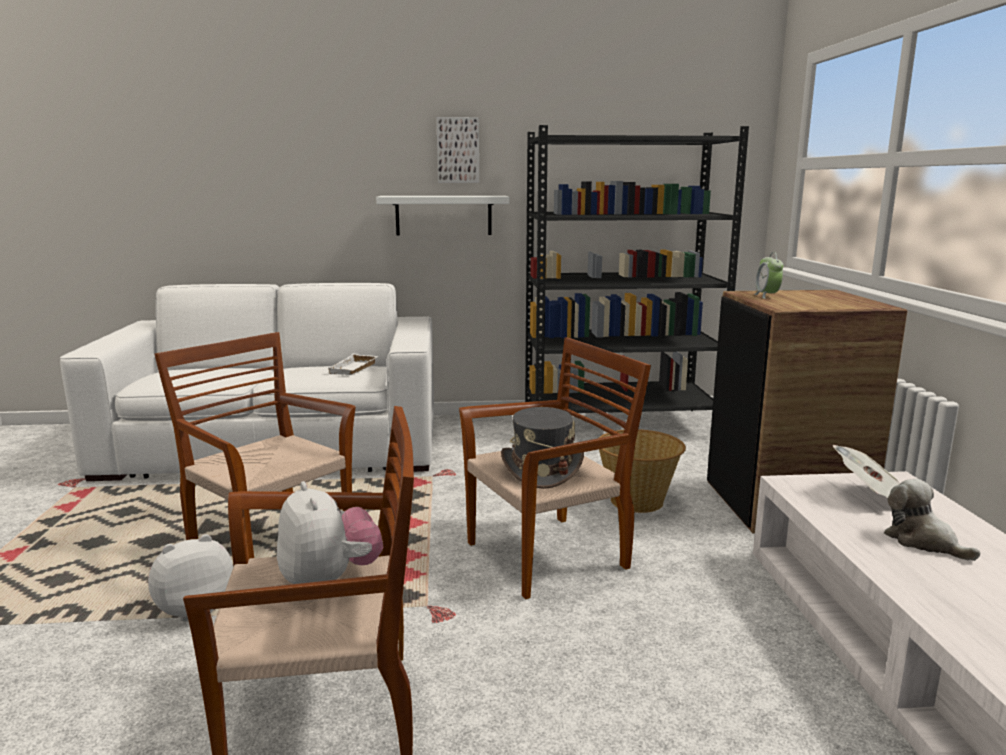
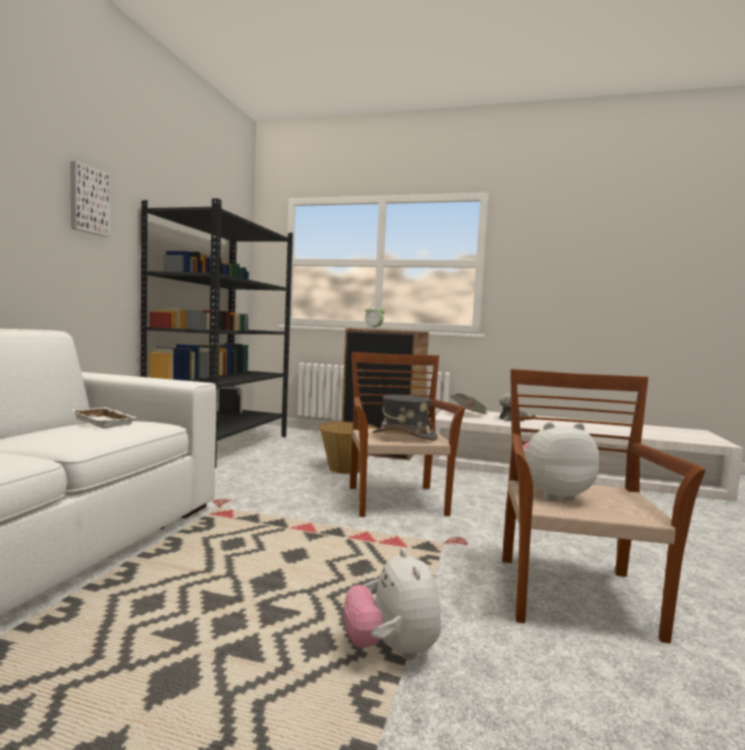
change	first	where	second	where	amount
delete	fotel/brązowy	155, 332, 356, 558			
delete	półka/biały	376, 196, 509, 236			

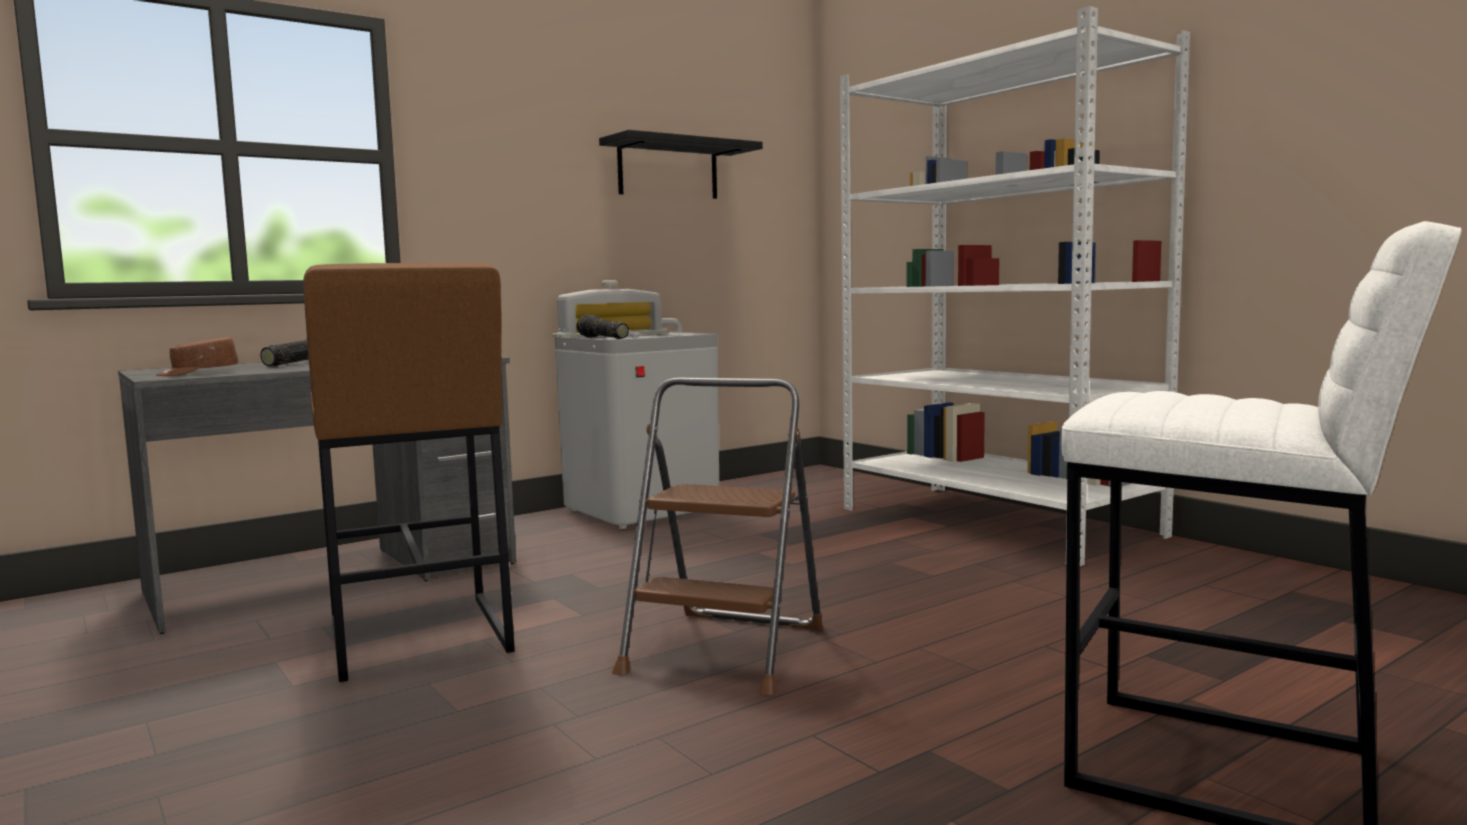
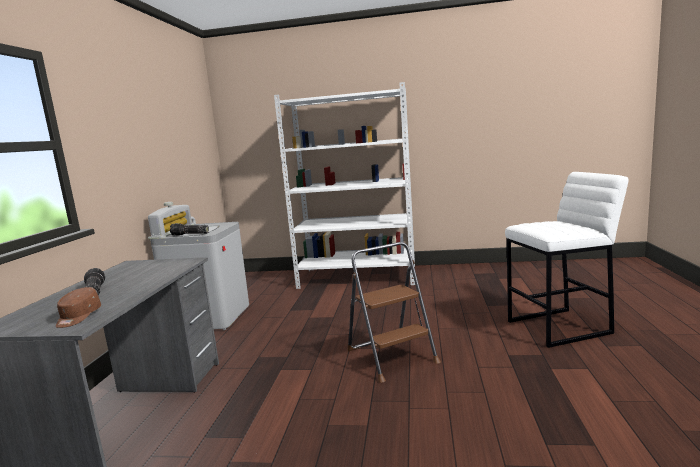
change	first	where	second	where	amount
delete	stołek/brązowy	303, 263, 515, 682			
delete	półka/czarny	599, 130, 763, 199			

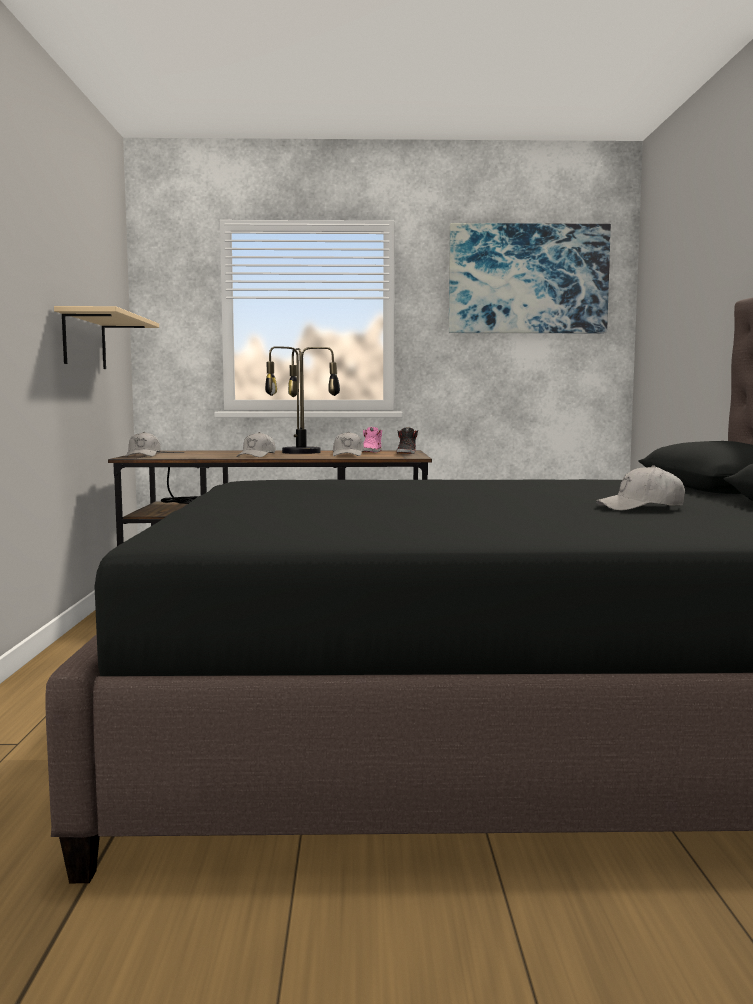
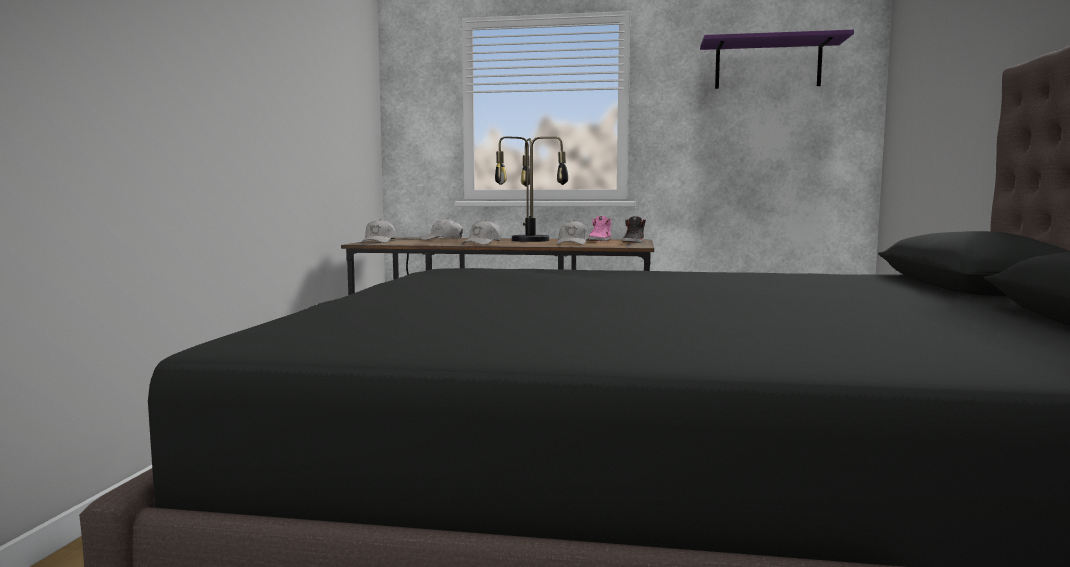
change	first	where	second	where	amount
move	czapka z daszkiem/biały	596, 465, 685, 510		420, 218, 463, 240	
replace	obraz	449, 223, 611, 333	półka/fioletowy	700, 30, 854, 89	
delete	półka/beżowy	54, 306, 159, 369			

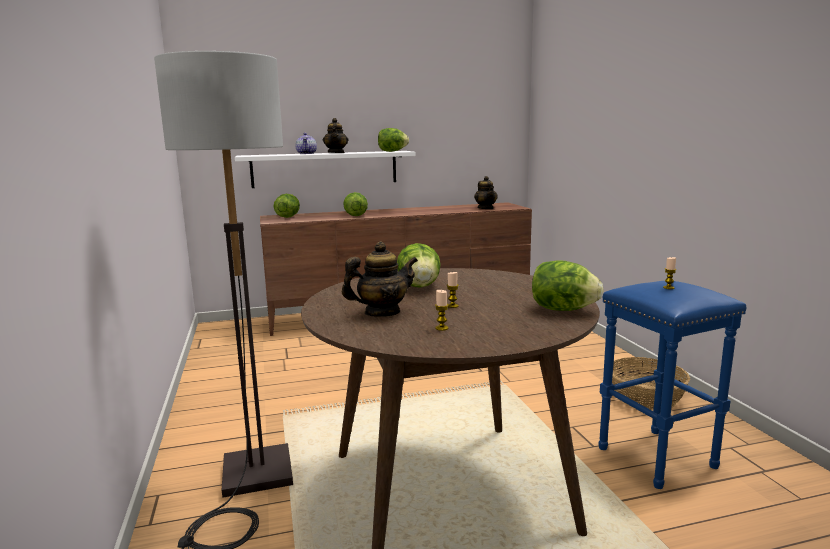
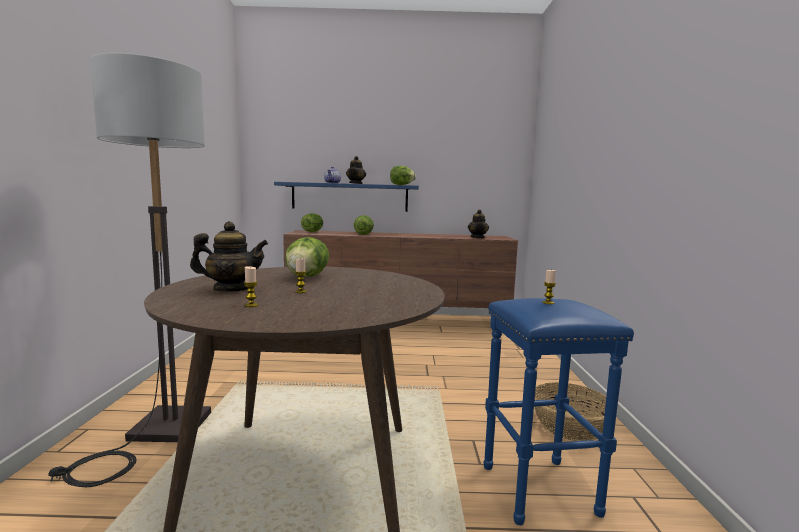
change	first	where	second	where	amount
recolor	półka/biały	235, 151, 416, 188	półka/niebieski	274, 182, 419, 212	
delete	sałata	532, 260, 603, 311			

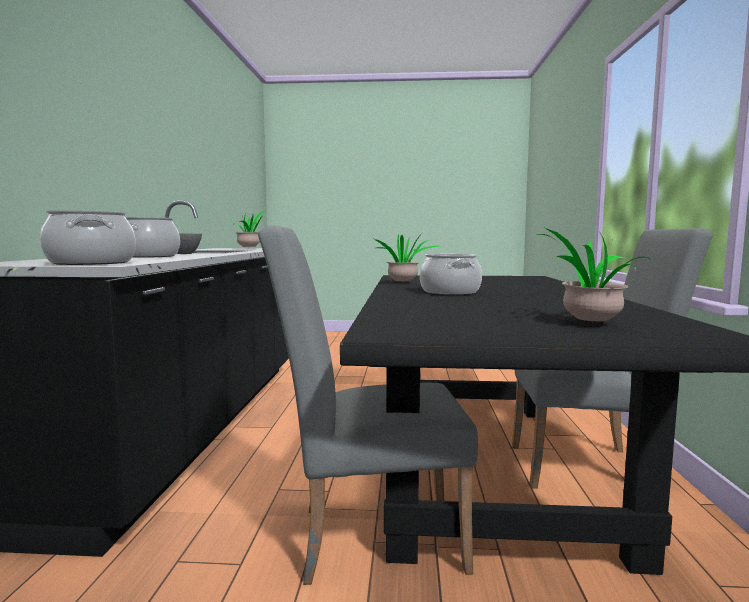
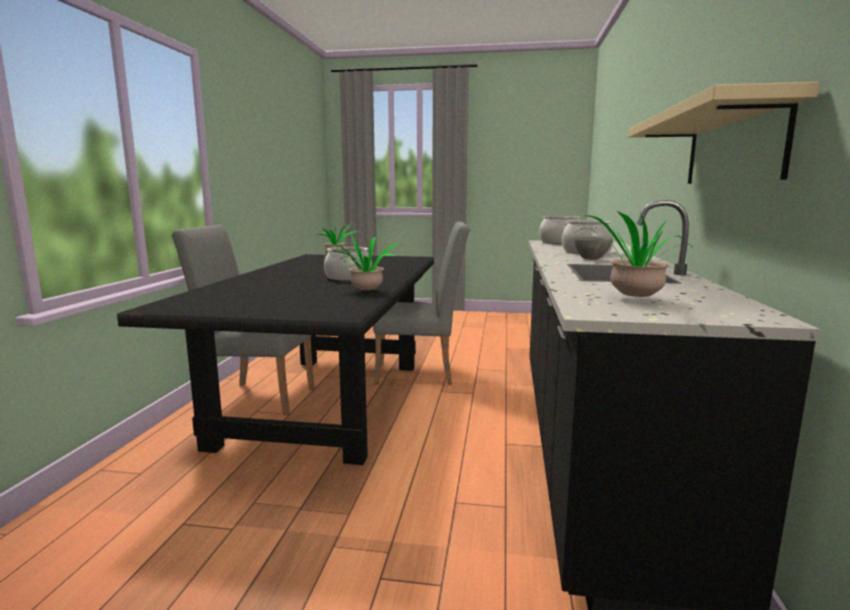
change	first	where	second	where	amount
insert			półka/beżowy	628, 82, 819, 184	

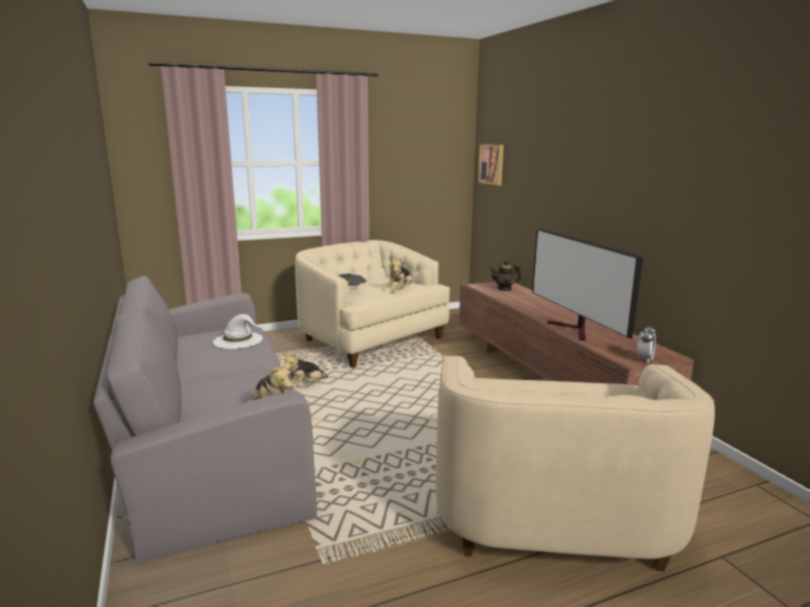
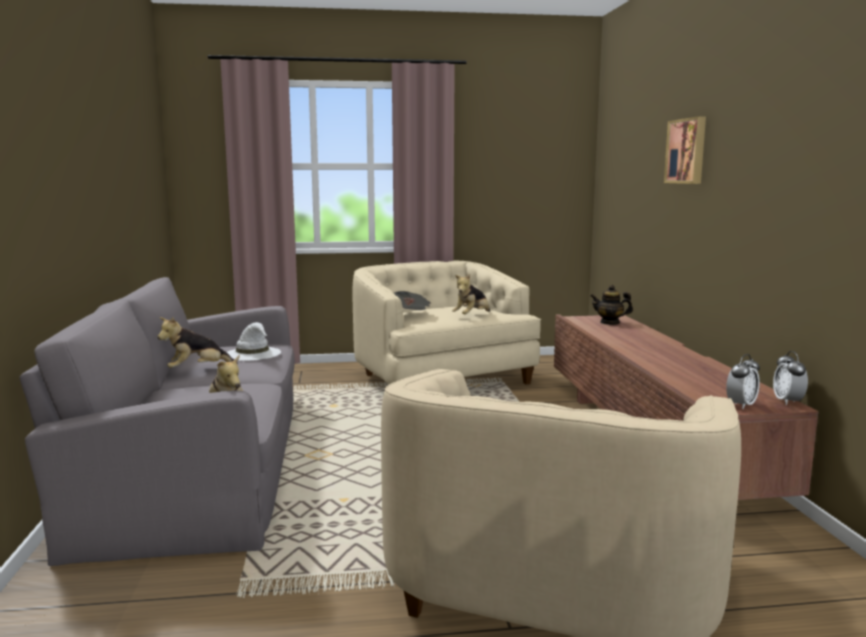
change	first	where	second	where	amount
move	pluszak	282, 353, 328, 388		157, 317, 238, 368	
move	obraz	478, 144, 504, 186		664, 116, 706, 184	
insert			budzik	773, 351, 808, 405	
delete	telewizor	532, 228, 643, 340			

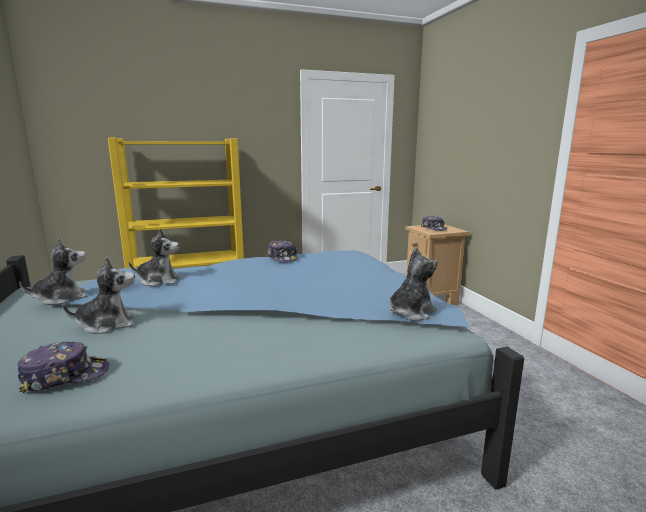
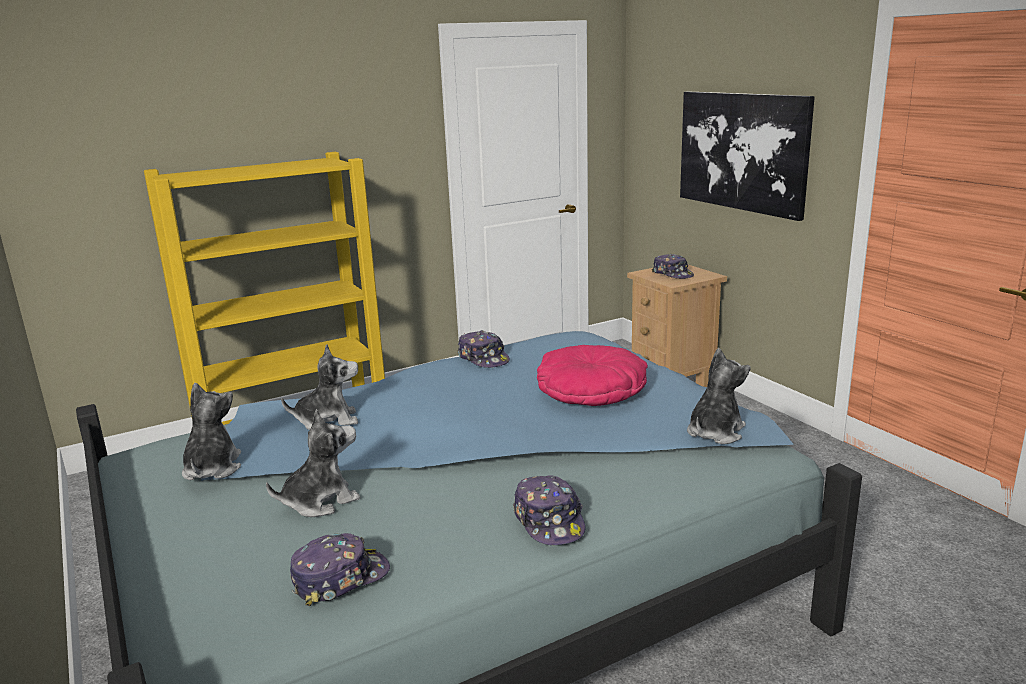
change	first	where	second	where	amount
rotate	pluszak	19, 238, 88, 305		182, 383, 241, 480	45 degrees counterclockwise
insert			czapka z daszkiem	513, 475, 585, 545	
insert			poduszka/różowy	537, 345, 648, 406	
insert			obraz	680, 91, 815, 221	

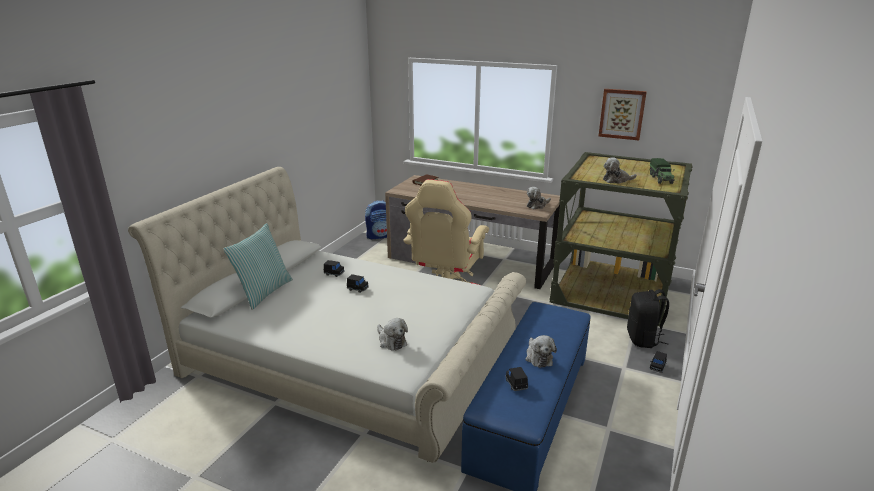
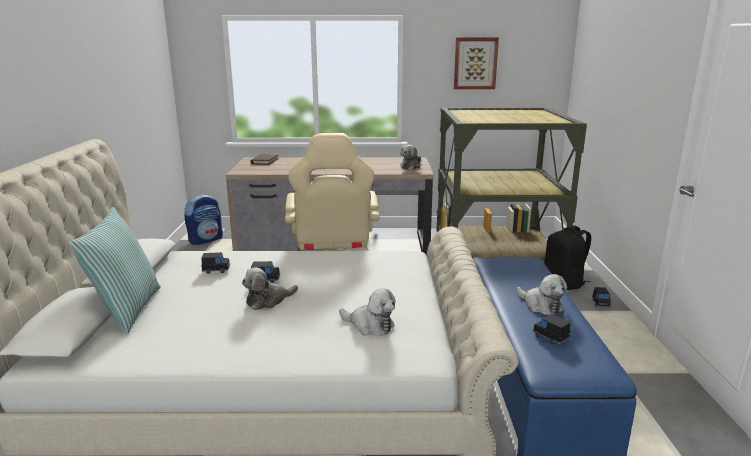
change	first	where	second	where	amount
move	pluszak	603, 157, 637, 184		242, 267, 298, 310	
delete	ciężarówka zabawkowa	650, 158, 675, 184			

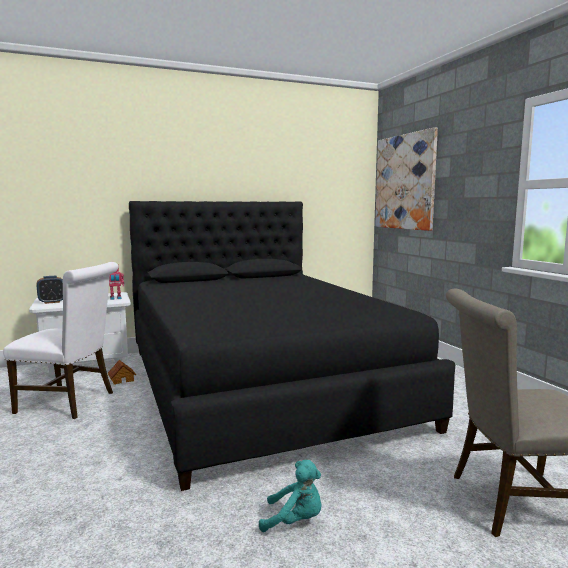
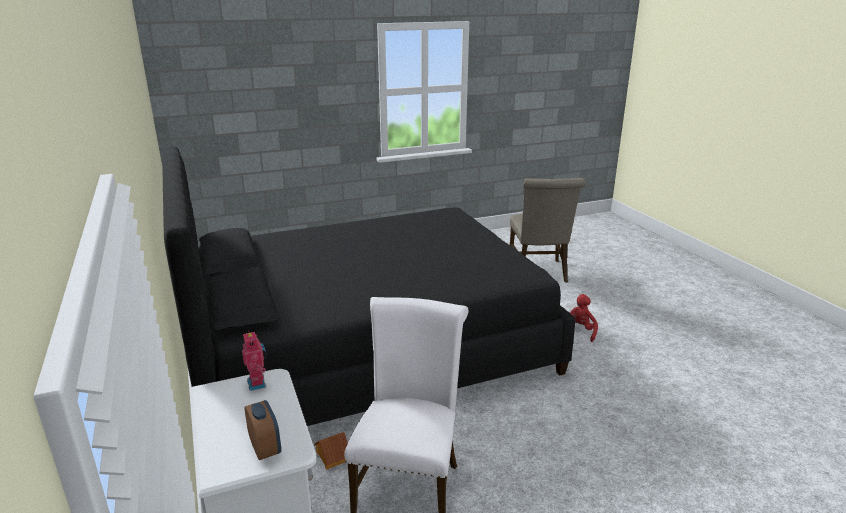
change	first	where	second	where	amount
recolor	pluszak/turkusowy	259, 460, 321, 532	pluszak/czerwony	570, 294, 598, 342	
delete	obraz	375, 127, 438, 231			

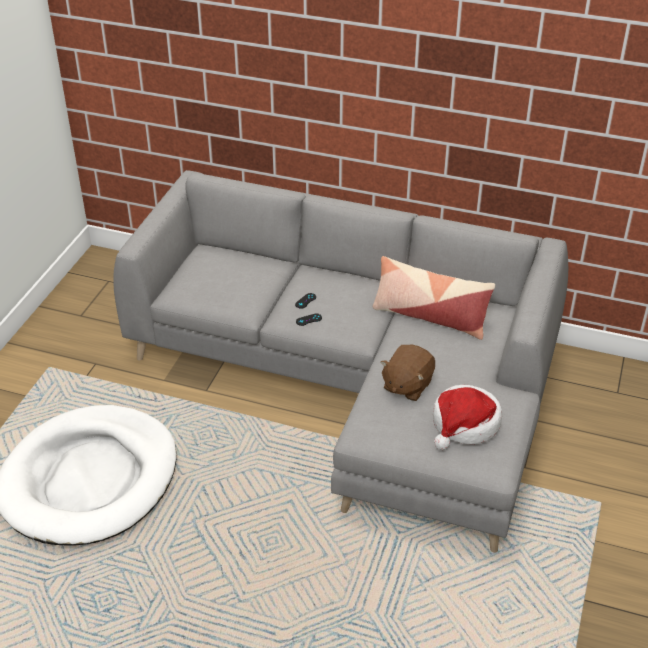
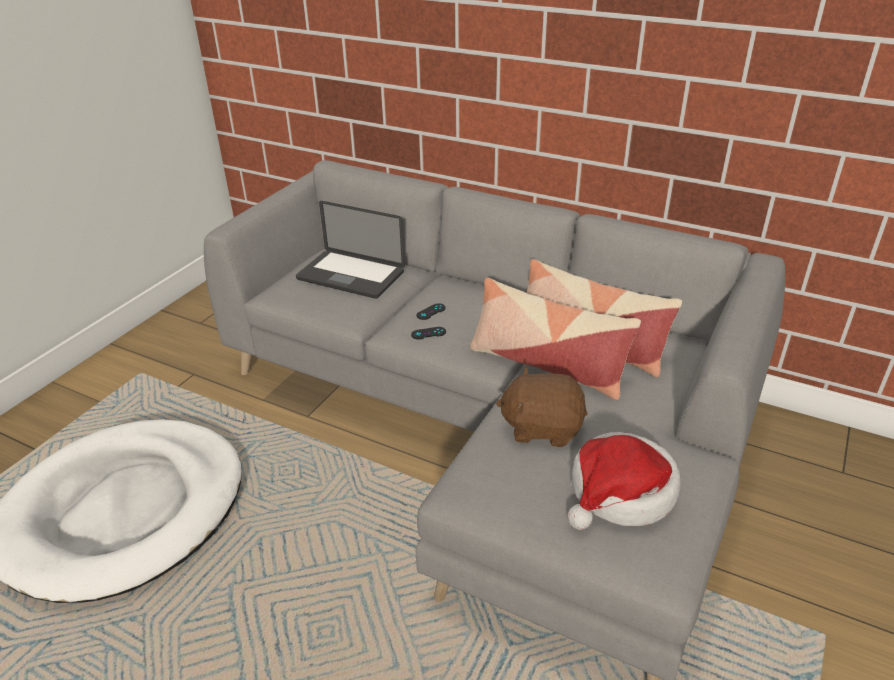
change	first	where	second	where	amount
insert			laptop	296, 201, 405, 299	
insert			poduszka	470, 278, 641, 400	
rotate	pluszak/brązowy	381, 345, 435, 401		496, 367, 587, 447	60 degrees clockwise

